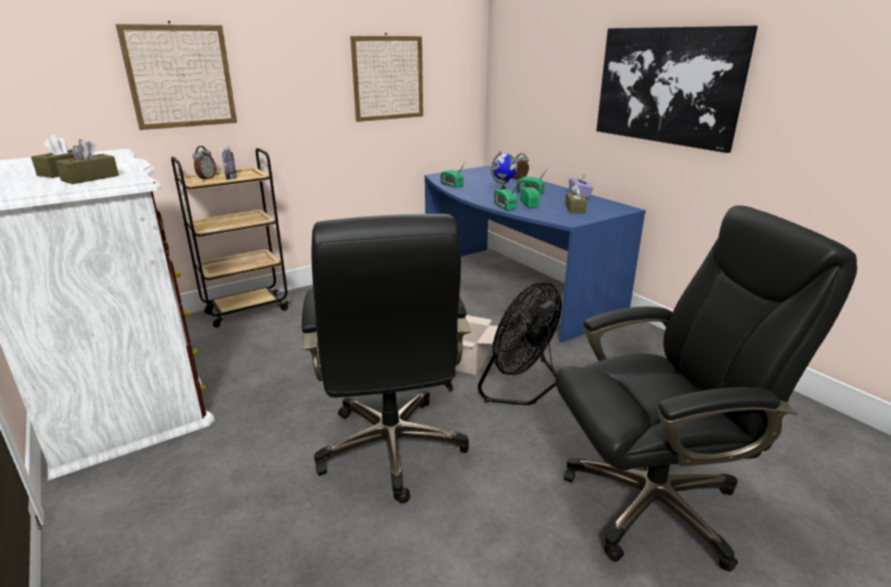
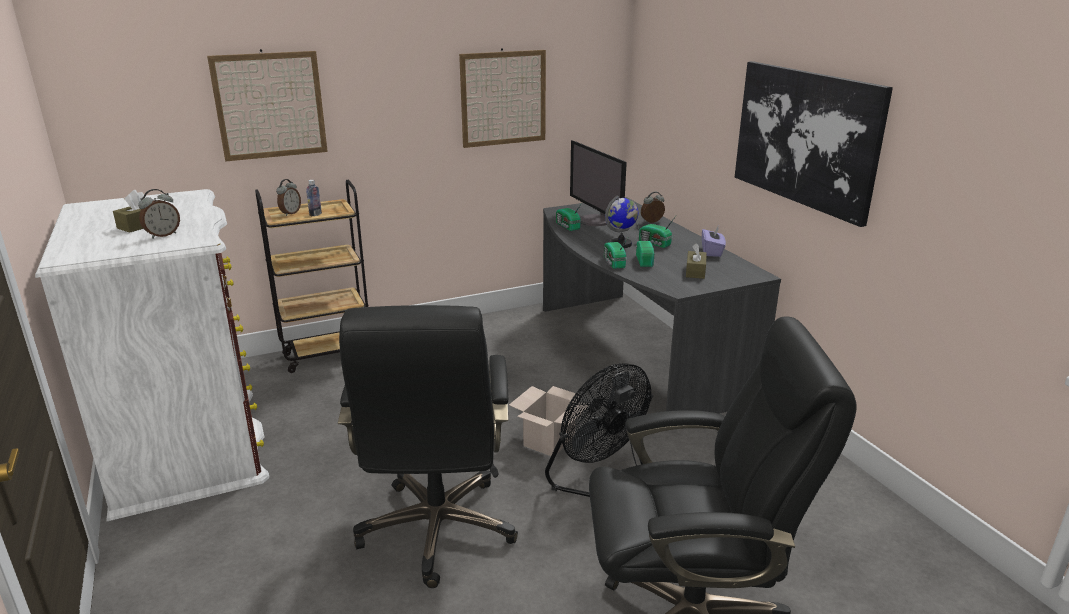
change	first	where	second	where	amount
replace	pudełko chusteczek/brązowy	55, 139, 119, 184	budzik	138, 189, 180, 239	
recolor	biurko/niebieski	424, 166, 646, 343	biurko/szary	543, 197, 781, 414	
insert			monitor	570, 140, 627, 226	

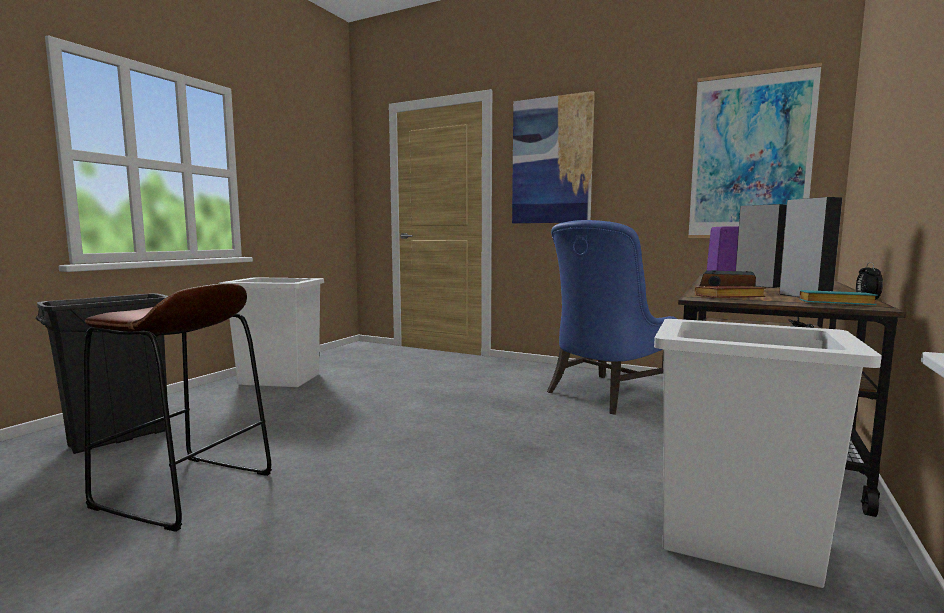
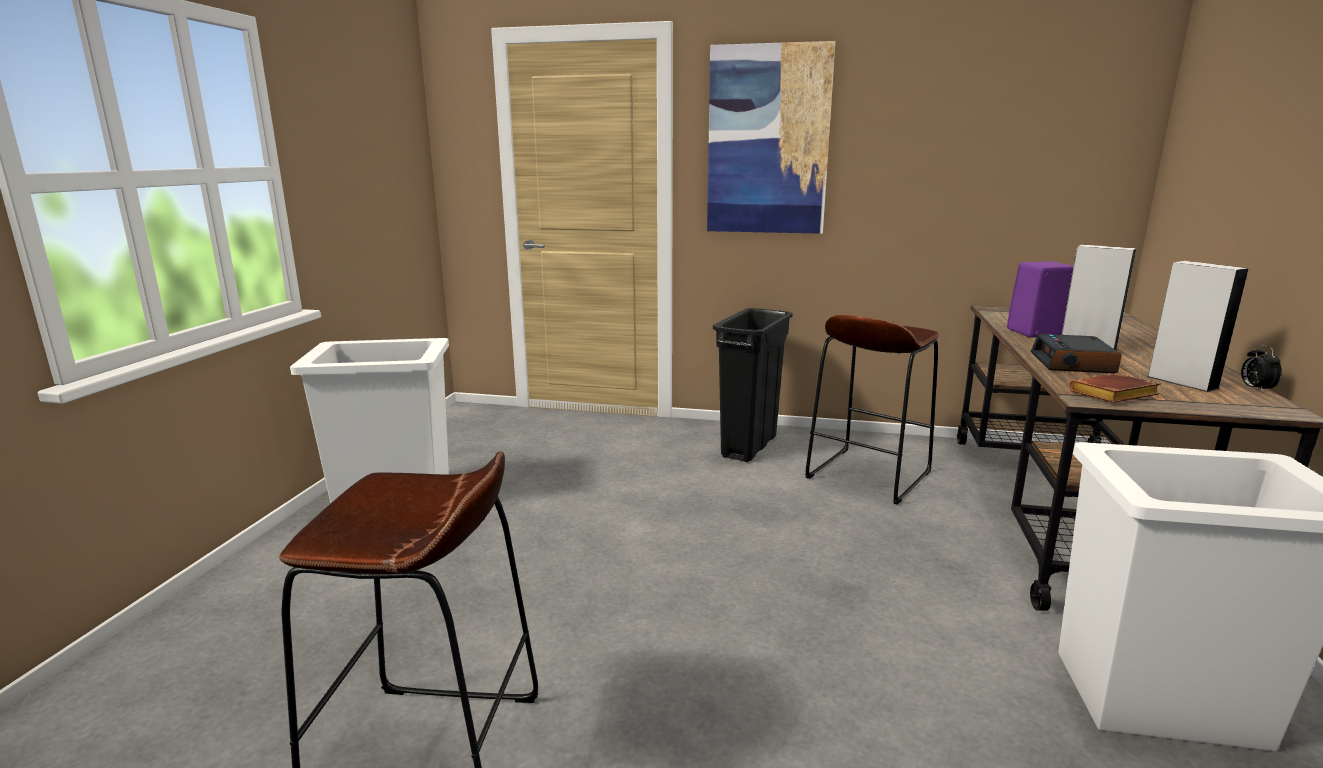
change	first	where	second	where	amount
move	kosz na śmieci/czarny	36, 293, 168, 454		713, 308, 793, 462	
replace	krzesło/niebieski	547, 220, 677, 415	stołek/brązowy	805, 314, 939, 505	
delete	obraz	688, 63, 822, 238			
delete	książka/turkusowy	799, 290, 877, 305			

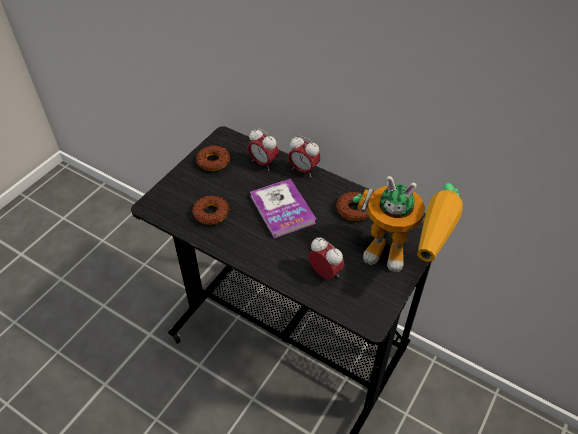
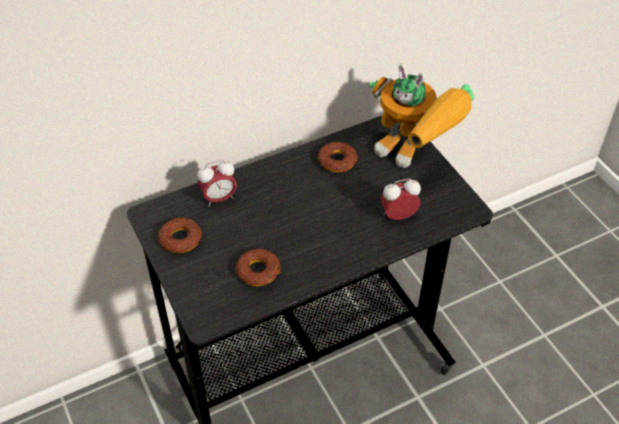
change	first	where	second	where	amount
rotate	robot zabawkowy	353, 176, 463, 272		369, 63, 474, 168	75 degrees clockwise
delete	książka	250, 179, 317, 238			
delete	budzik	288, 136, 321, 177			

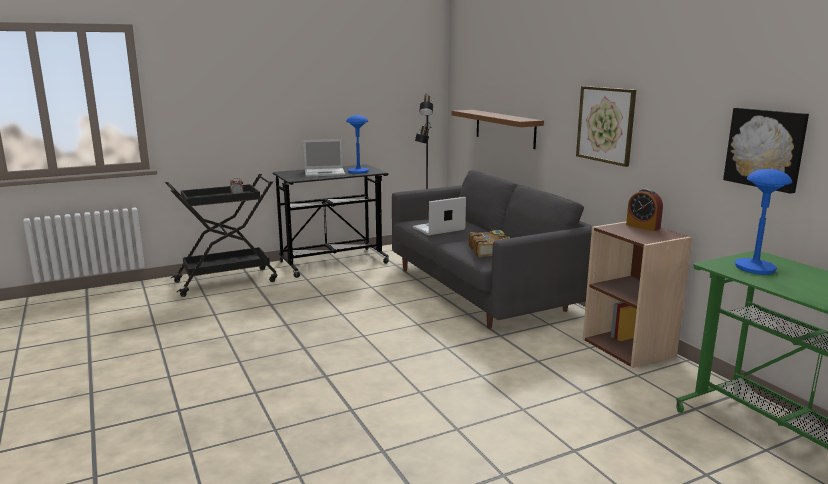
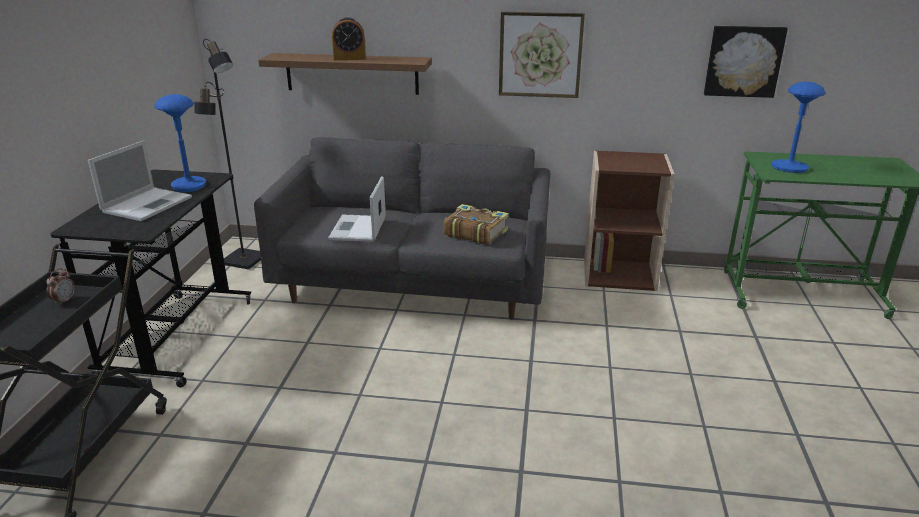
change	first	where	second	where	amount
move	budzik	626, 189, 663, 231		332, 17, 366, 60	

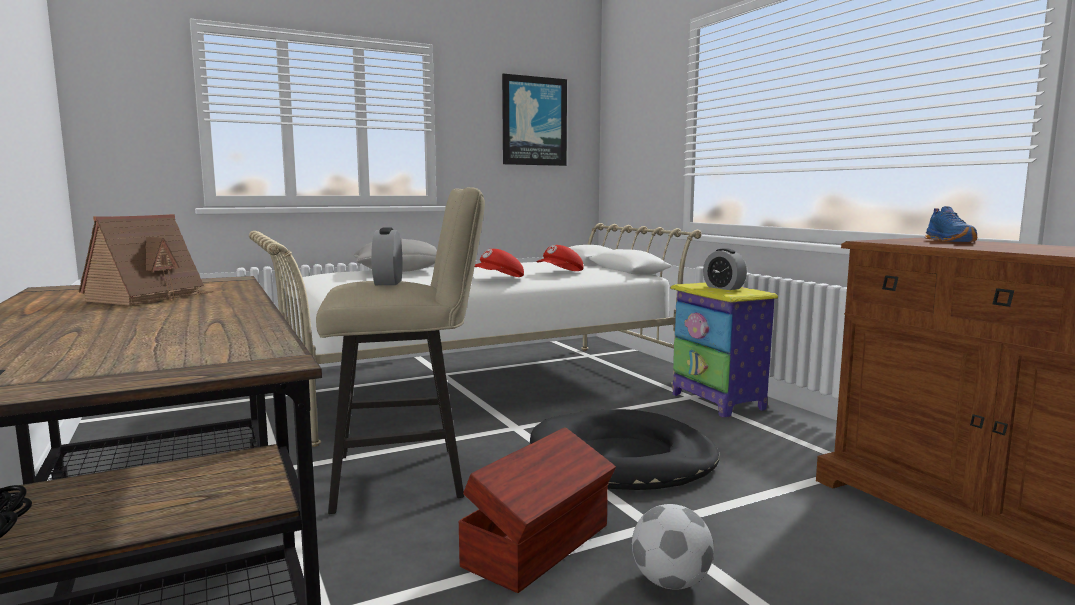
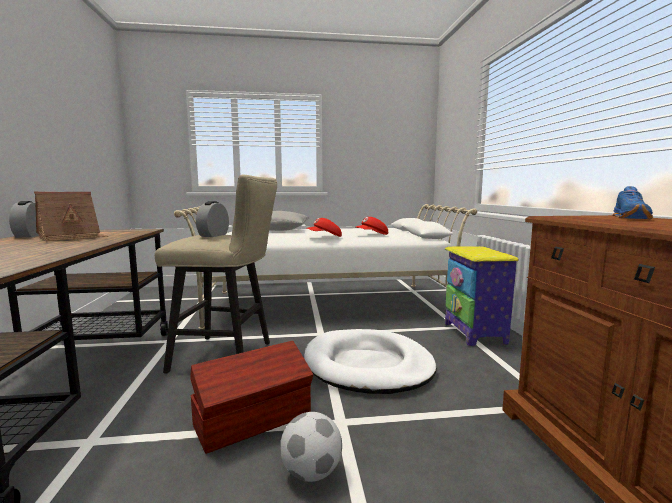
change	first	where	second	where	amount
move	budzik	703, 248, 747, 290		9, 201, 40, 238	
recolor	legowisko/czarny	530, 409, 720, 490	legowisko/biały	304, 329, 436, 394	
delete	obraz	502, 74, 567, 166			

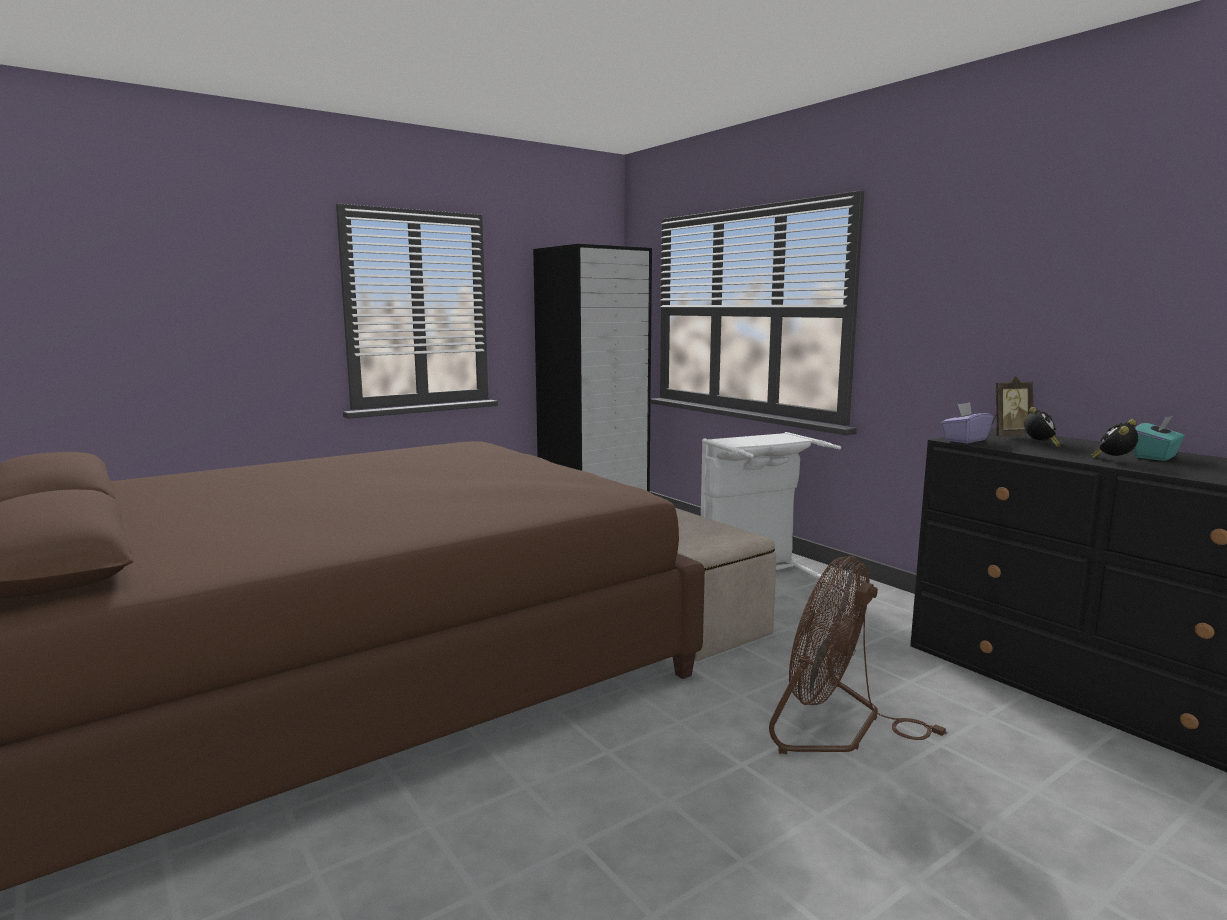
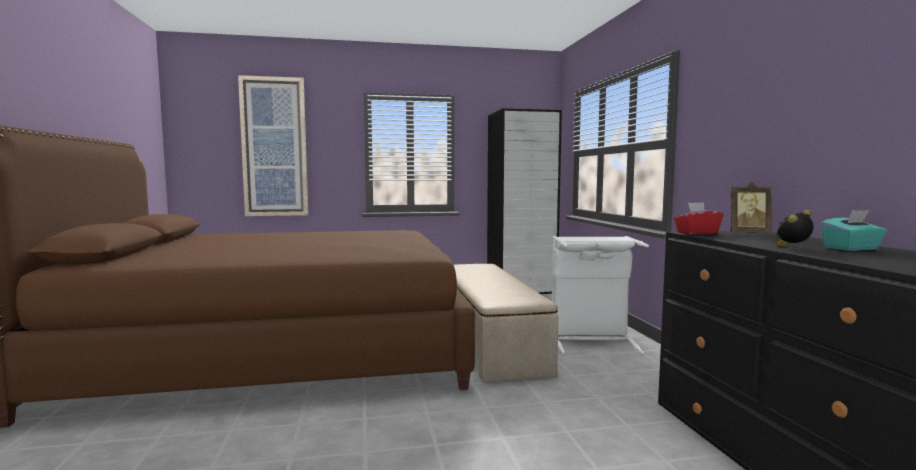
change	first	where	second	where	amount
insert			obraz	238, 75, 308, 216	
recolor	pudełko chusteczek/fioletowy	941, 402, 993, 443	pudełko chusteczek/czerwony	674, 202, 723, 235	
delete	wentylator/brązowy	769, 556, 947, 754			
delete	budzik	1024, 407, 1062, 447			

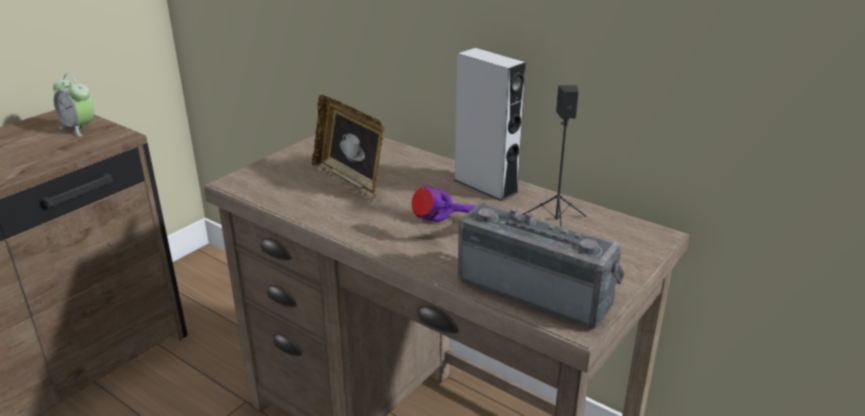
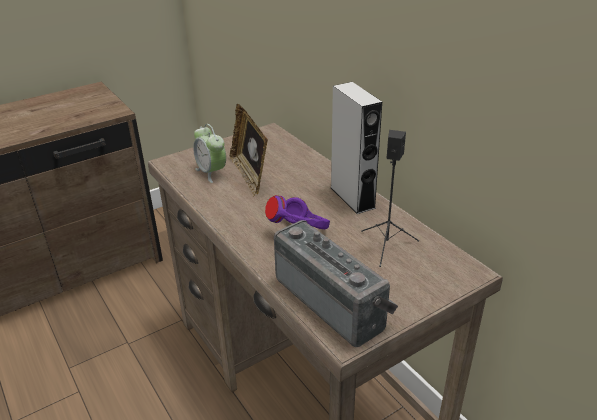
change	first	where	second	where	amount
move	budzik	53, 74, 94, 137		193, 124, 226, 183	

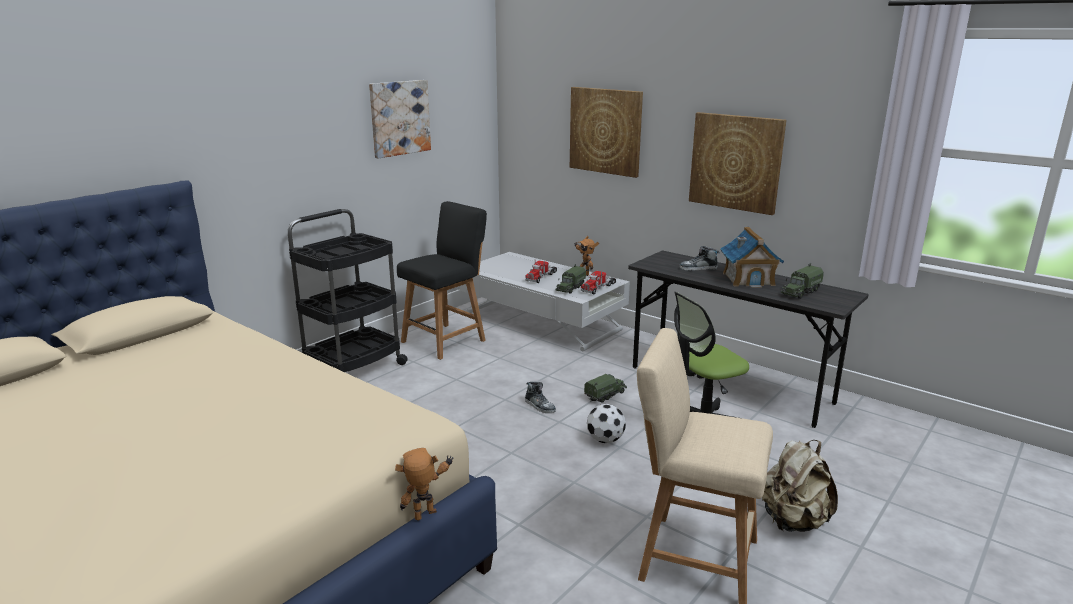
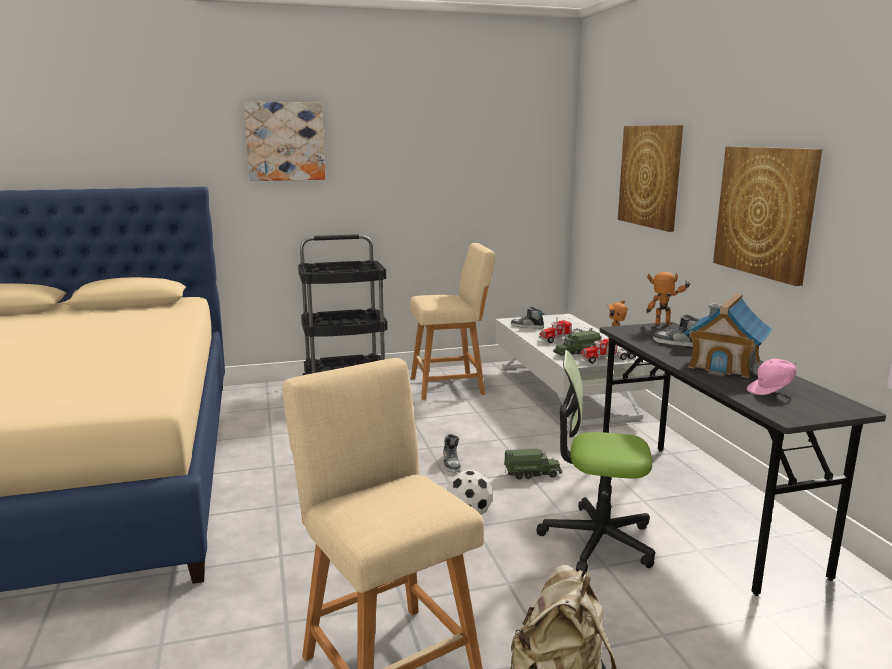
change	first	where	second	where	amount
move	obraz	369, 80, 431, 159		244, 102, 325, 181	
recolor	stołek/czarny	397, 201, 487, 360	stołek/beżowy	410, 243, 495, 400	
insert			but	511, 307, 544, 329	
move	robot zabawkowy	395, 448, 453, 521		646, 272, 690, 325	
replace	ciężarówka zabawkowa	781, 263, 824, 299	czapka z daszkiem/różowy	747, 359, 797, 395	

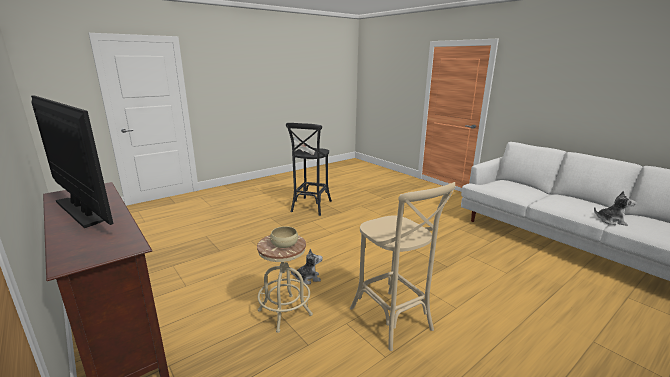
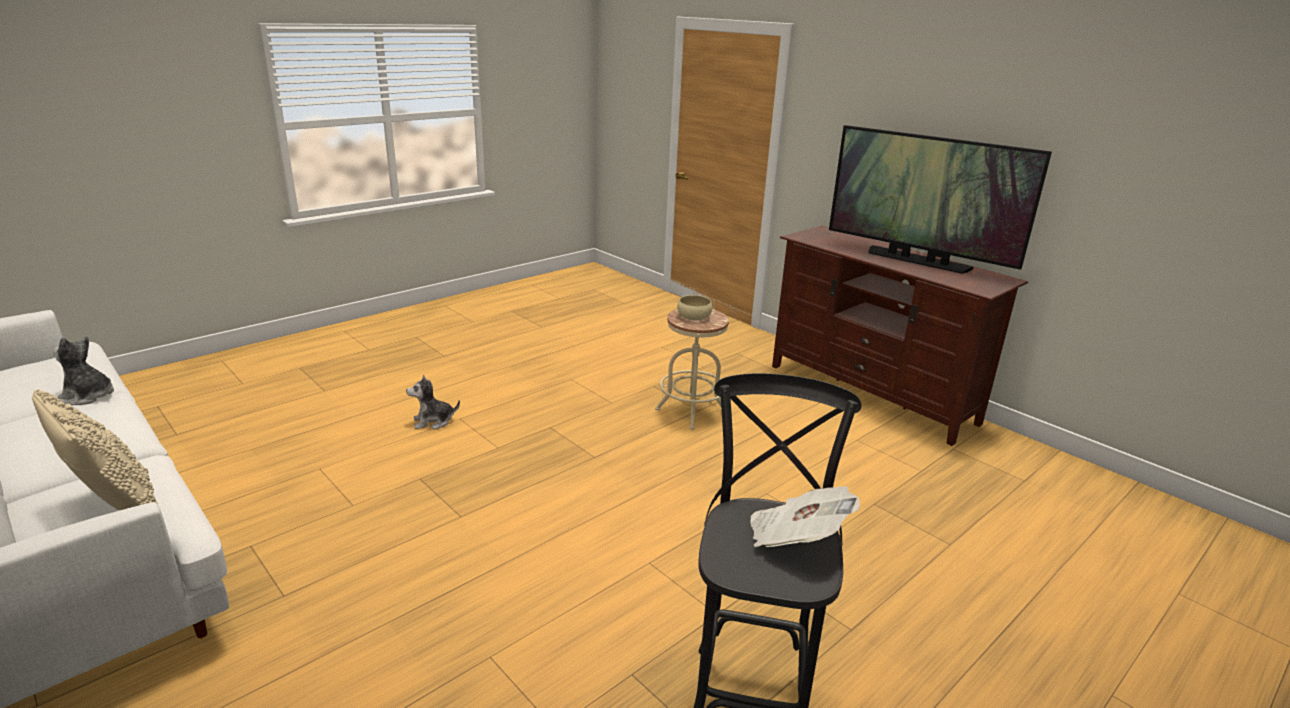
change	first	where	second	where	amount
insert			poduszka/beżowy	32, 389, 158, 510	
move	pluszak	291, 248, 323, 285		406, 375, 460, 430	
delete	stołek/beżowy	350, 182, 455, 351			

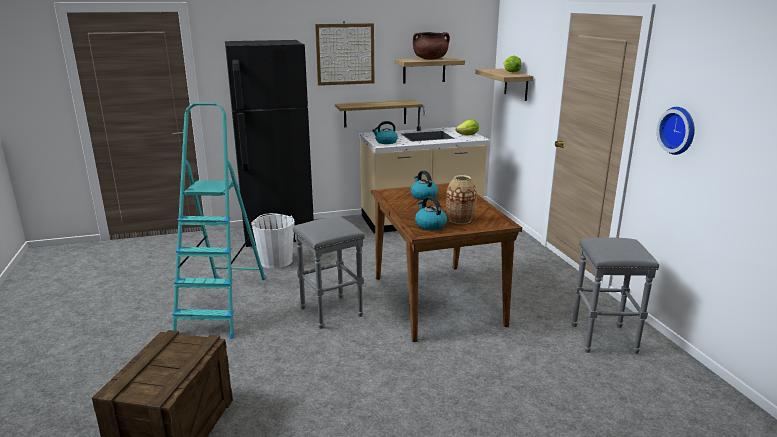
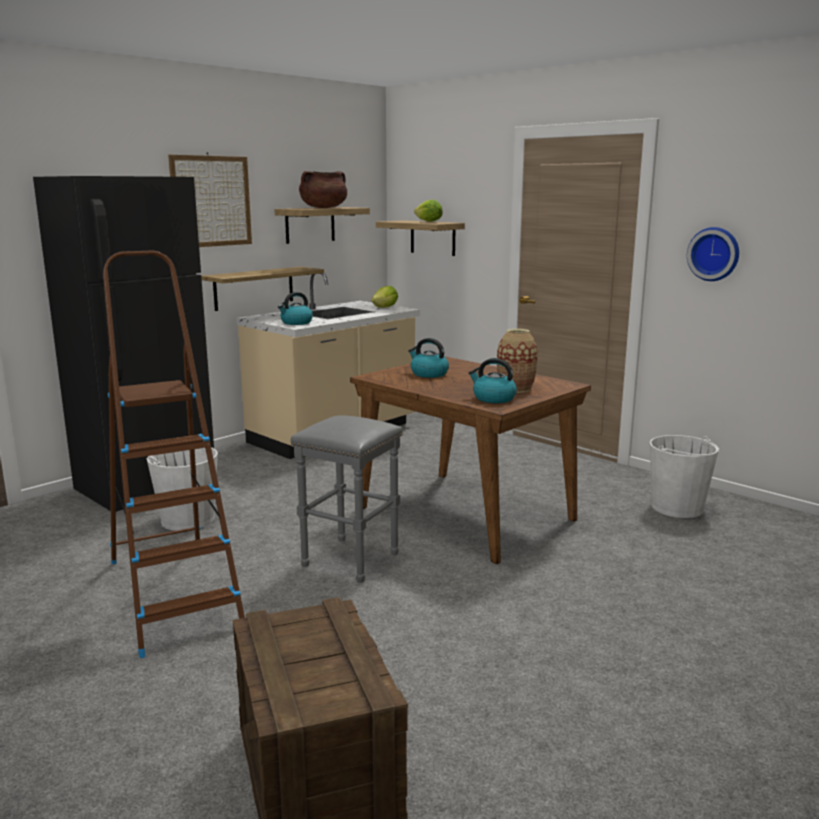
change	first	where	second	where	amount
recolor	drabinka/turkusowy	172, 103, 266, 339	drabinka/brązowy	103, 251, 245, 658	
replace	stołek/szary	572, 237, 659, 354	wiadro/biały	649, 435, 719, 518	

